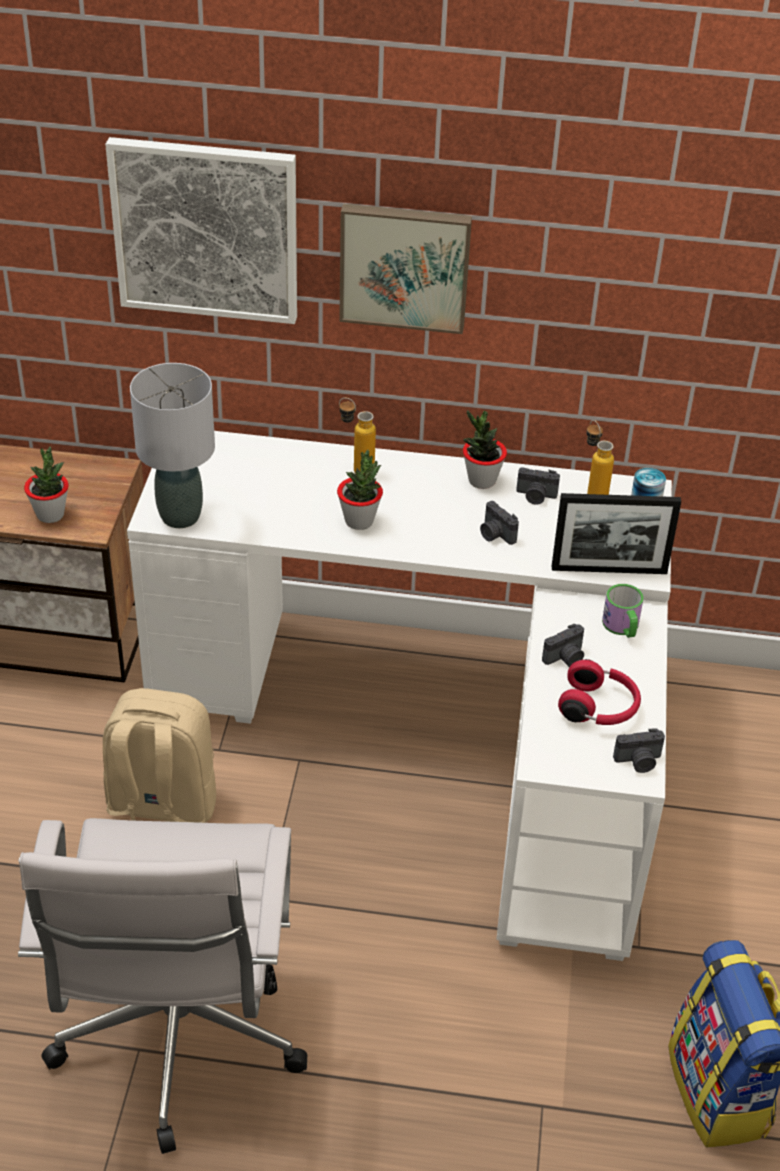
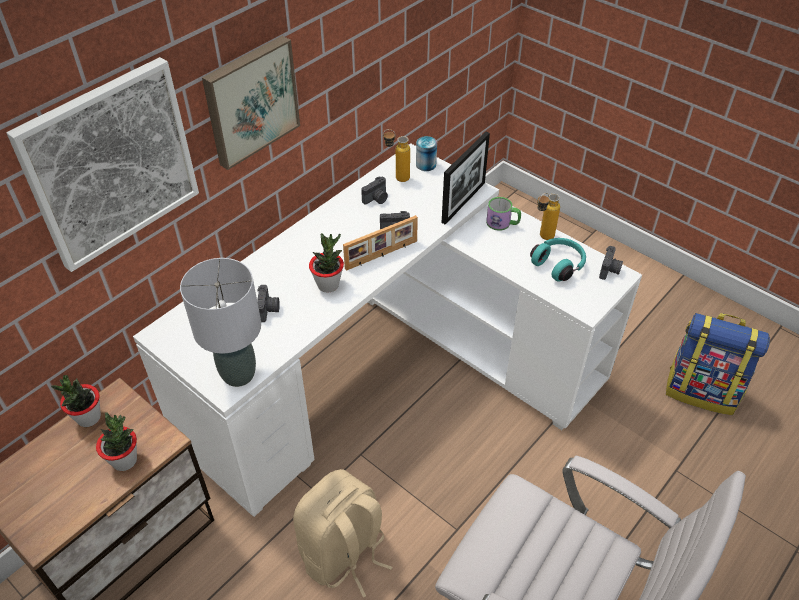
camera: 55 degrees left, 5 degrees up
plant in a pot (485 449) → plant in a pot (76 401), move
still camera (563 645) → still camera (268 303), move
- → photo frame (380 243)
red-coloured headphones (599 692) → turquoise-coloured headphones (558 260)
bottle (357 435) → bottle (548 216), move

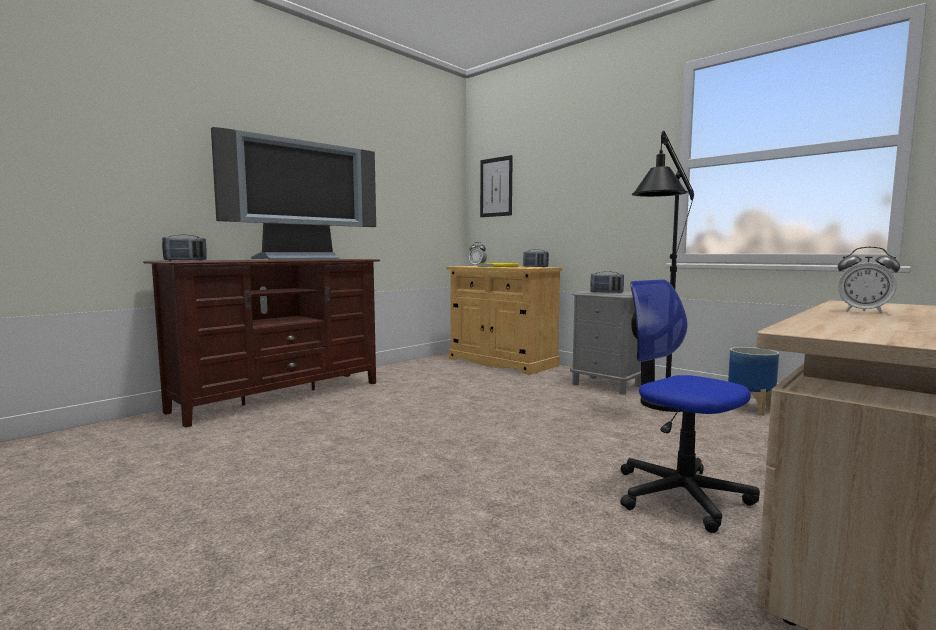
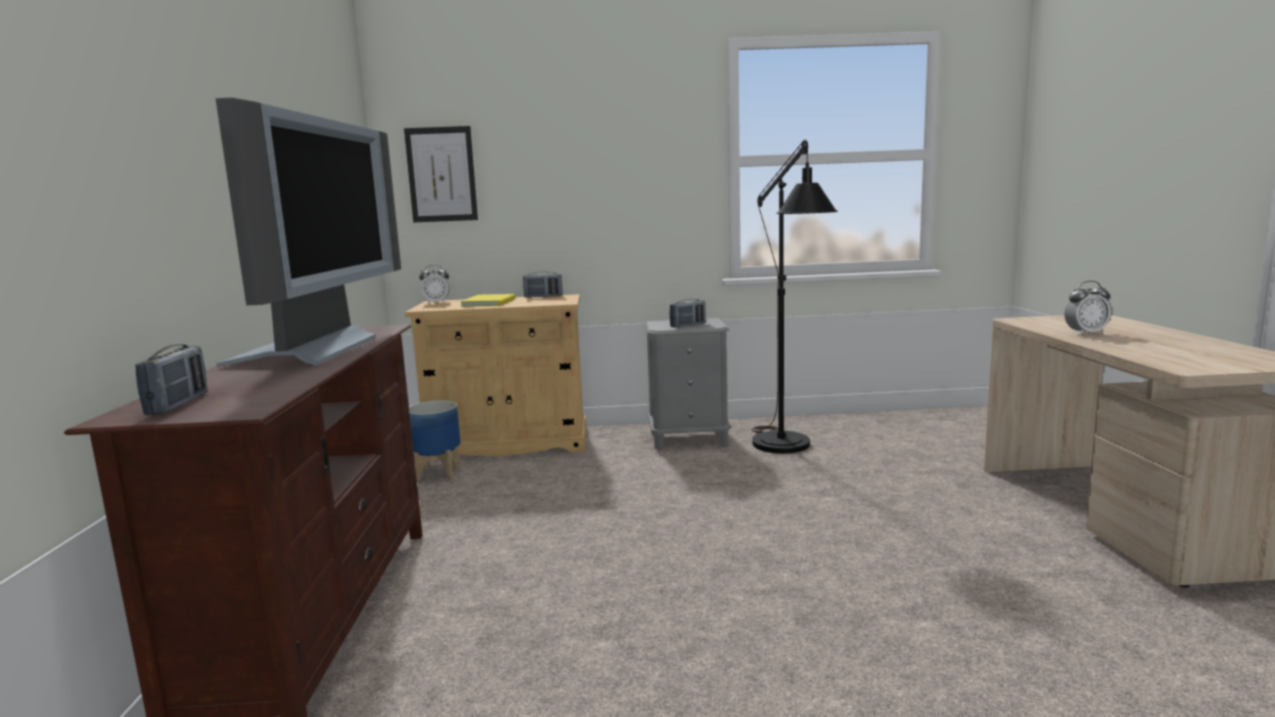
camera: 45 degrees left, 5 degrees up
flower pot (753 381) → flower pot (435 440), move
office chair (690 406) → -

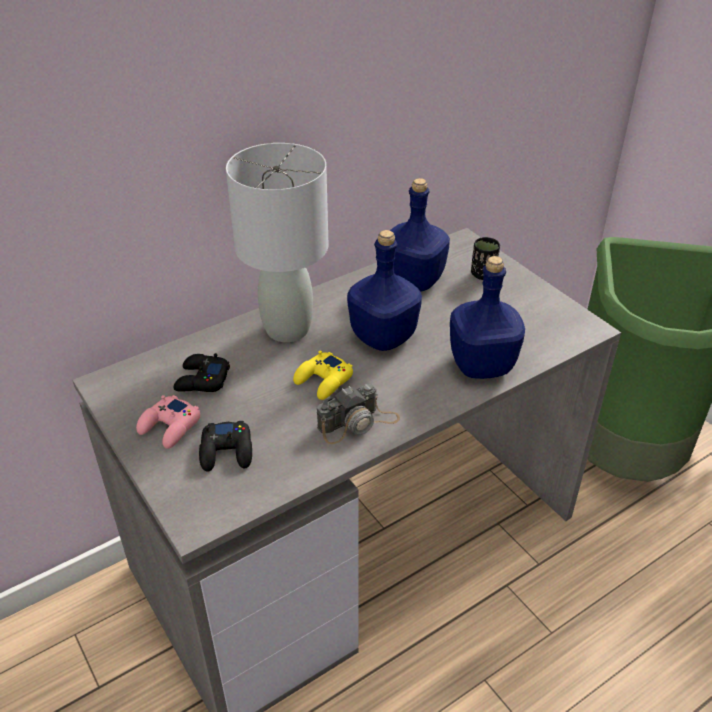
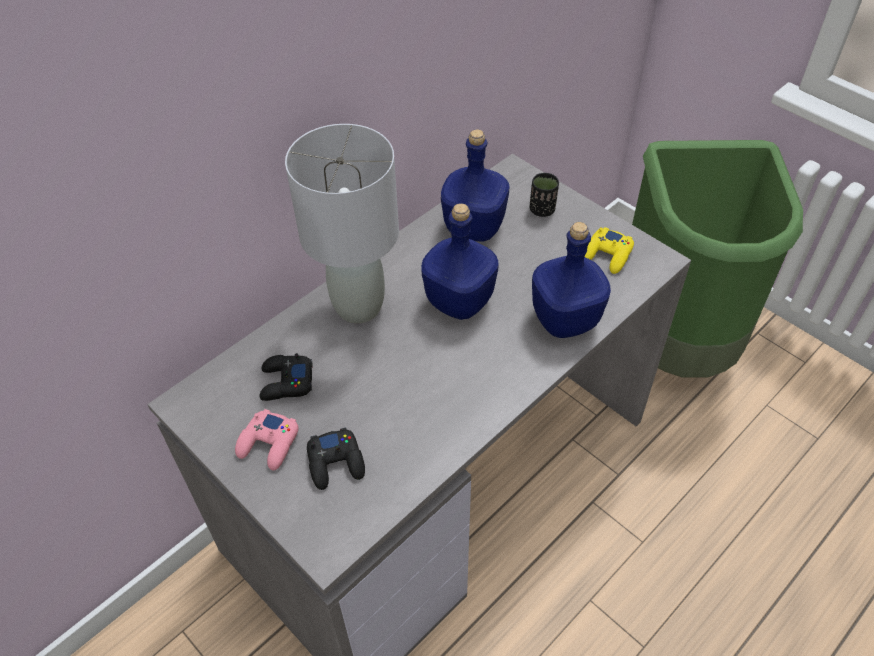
camera: 10 degrees left, 10 degrees up
yellow-coloured joypad (323 375) → yellow-coloured joypad (609 250), move
still camera (358 414) → -

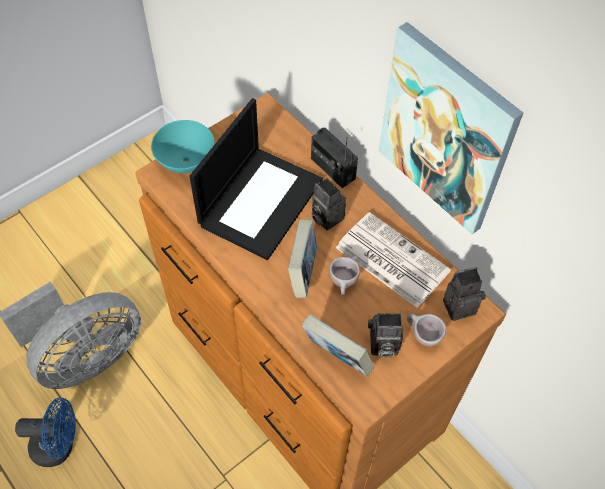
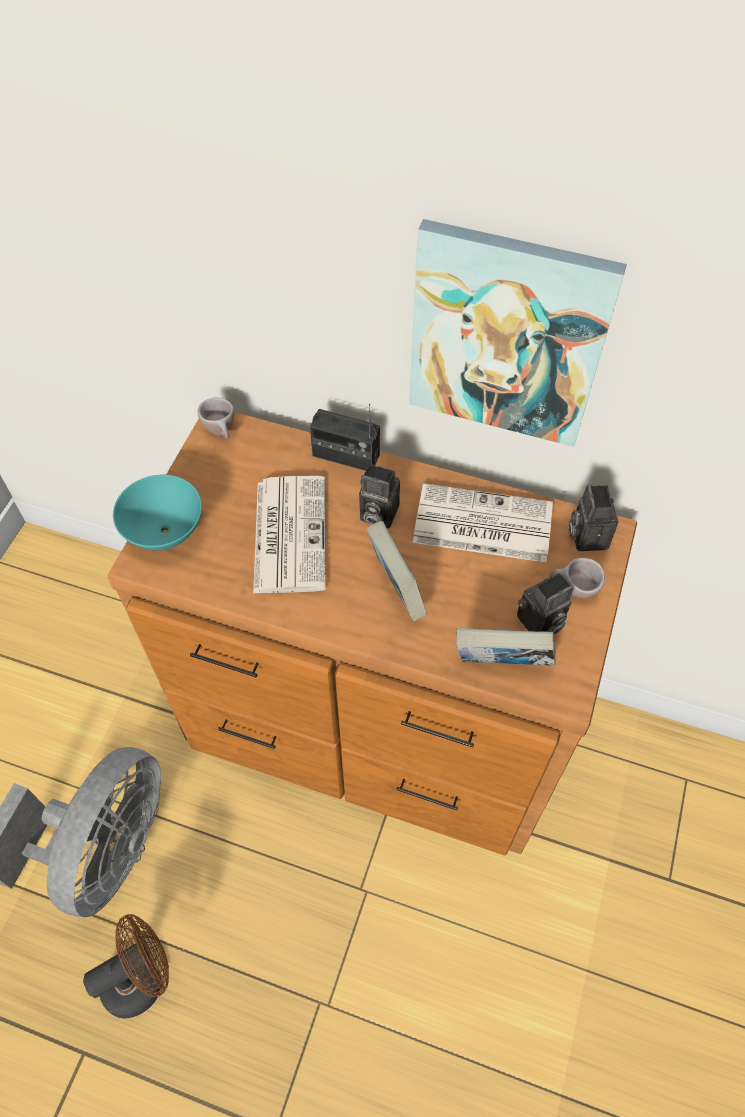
camera: 30 degrees left, 0 degrees up
bluish cooling fan (45 432) → brown-coloured cooling fan (126 966)
beige small cup (344 276) → beige small cup (216 418), move
laptop (256 179) → daily paper (289 535)
still camera (464 294) → still camera (593 517), 45 degrees counterclockwise

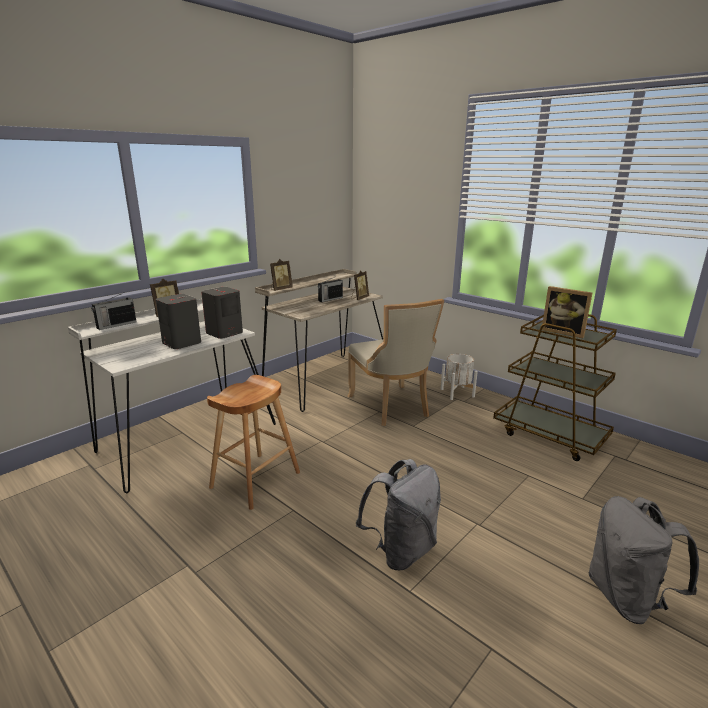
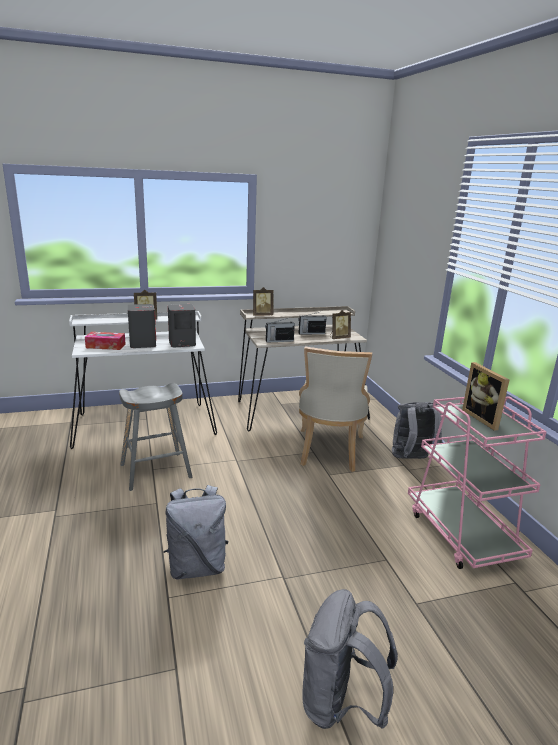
camera: 30 degrees right, 0 degrees up
- → tissue box (105 341)
brown-coloured stool (253 442) → gray stool (155 437)
radio (114 311) → radio (280 330), move
white-coloured flower pot (459 377) → gray knapsack (417 430)
brown-coloured cart (555 387) → pink cart (477 483)

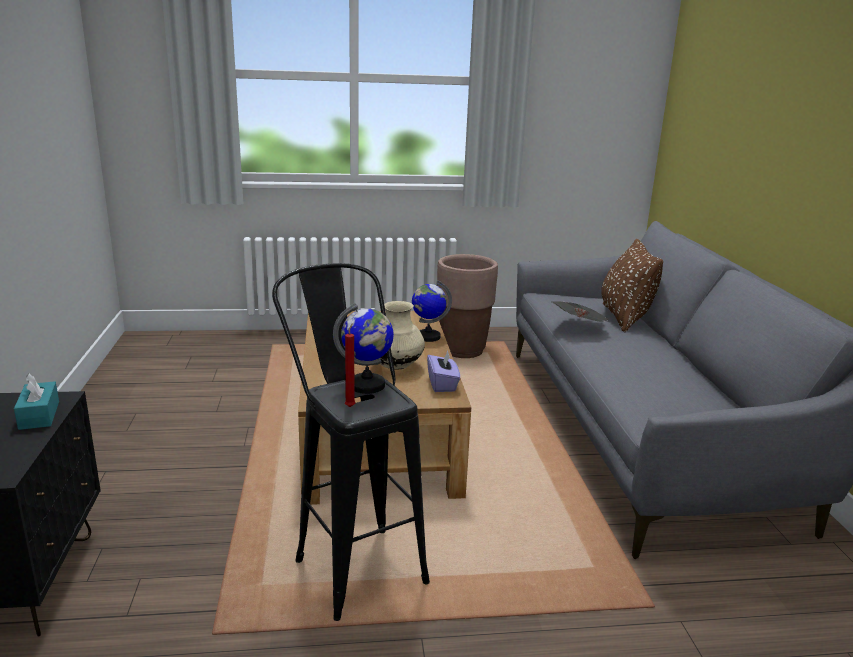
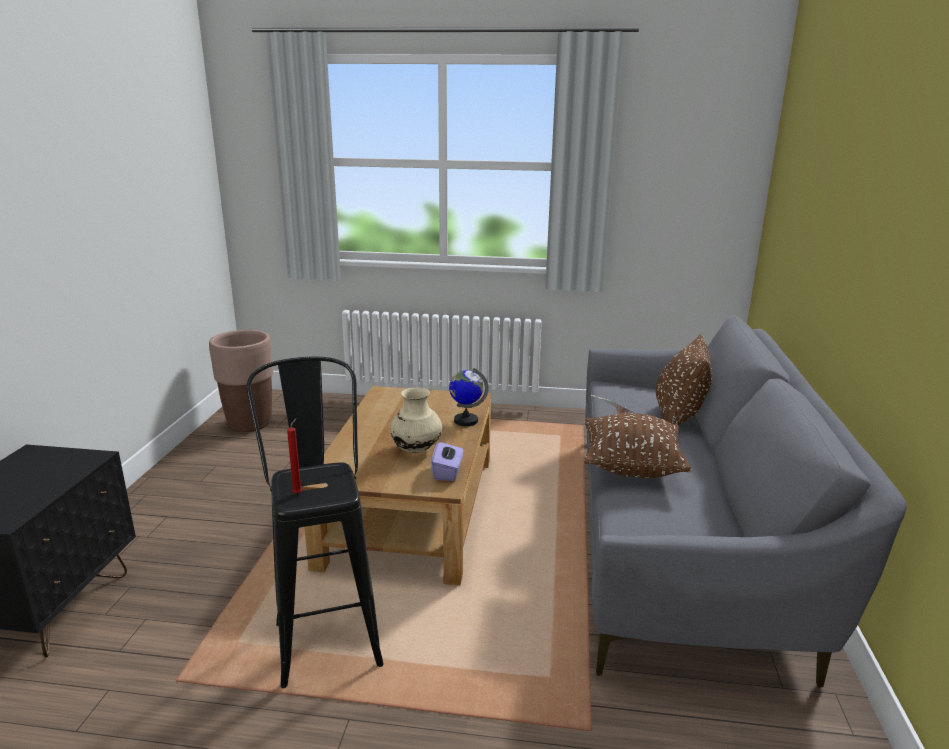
camera: 15 degrees right, 0 degrees up
brown-coloured flower pot (467 306) → brown-coloured flower pot (241 381), move
- → brown-coloured pillow (637 445)
turquoise-coloured tissue box (36 401) → -
world globe (363 348) → -

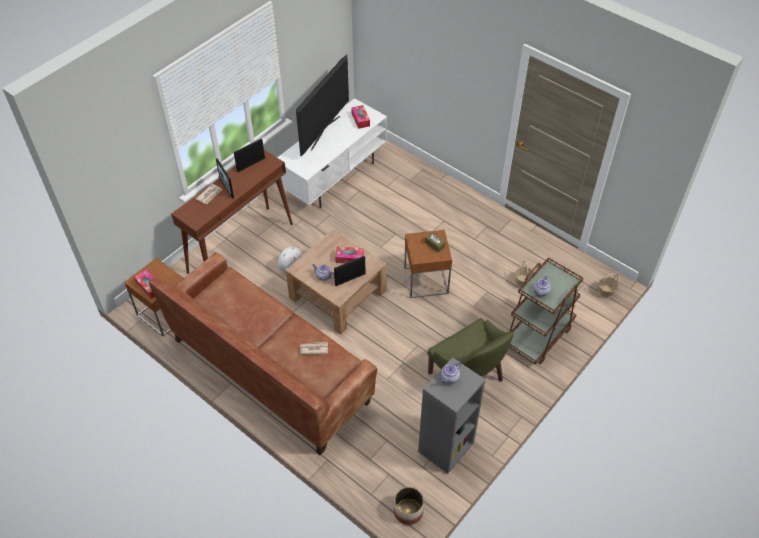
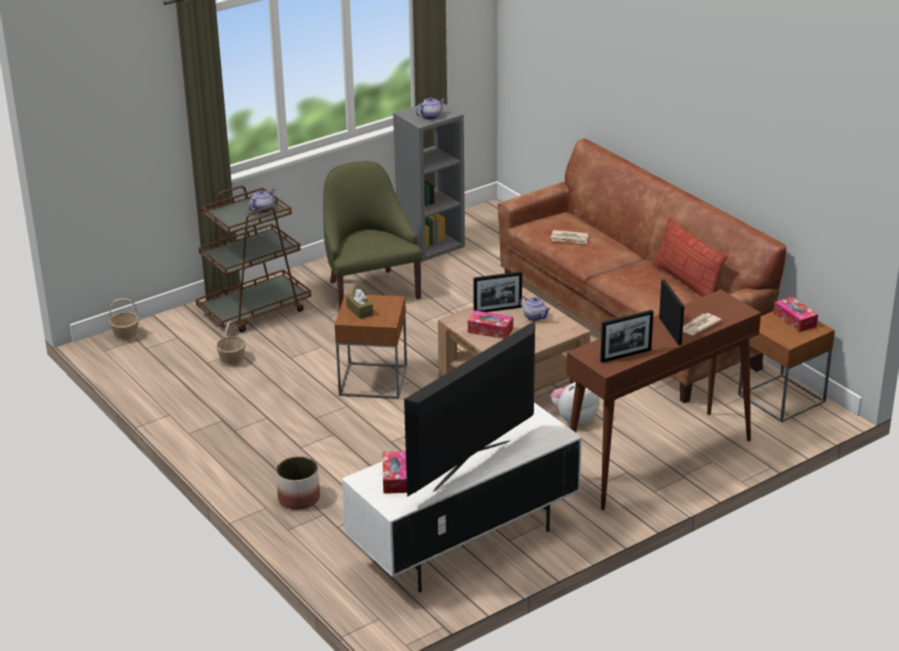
camera: 165 degrees left, 20 degrees down
flower pot (409 506) → flower pot (298 483), move
- → pillow (690 257)

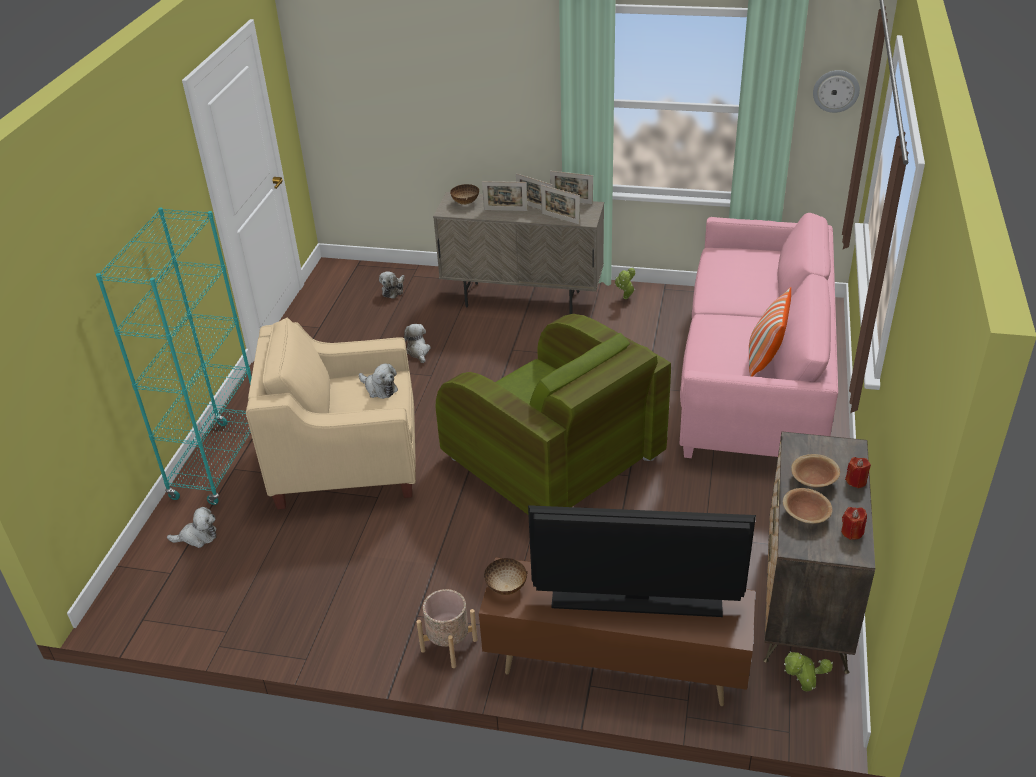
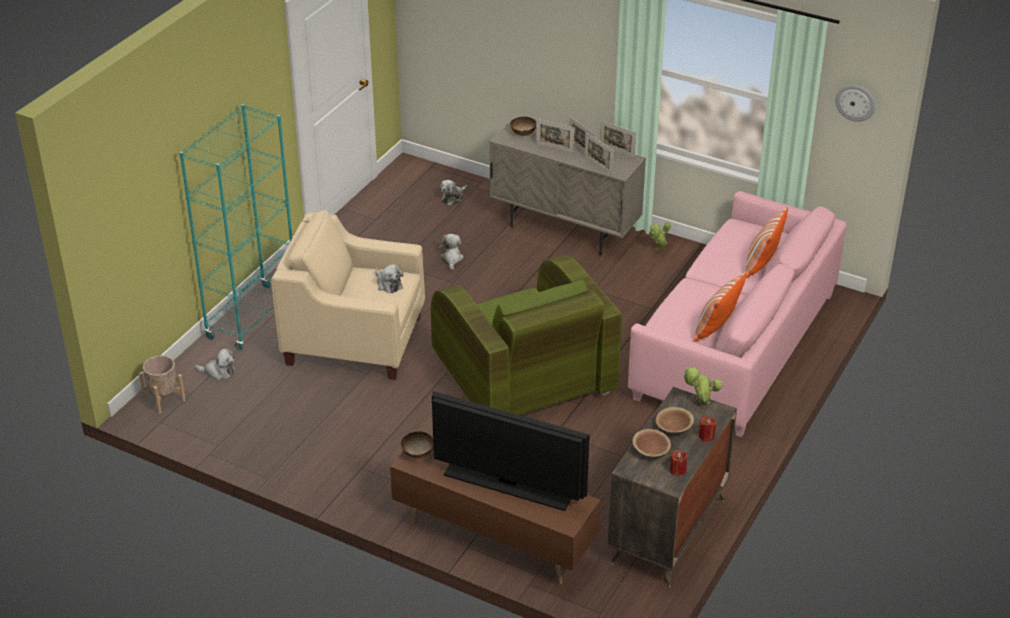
camera: 15 degrees right, 0 degrees up
beige flower pot (447 628) → beige flower pot (162 384), move
plant in a pot (808 671) → plant in a pot (703 385), move
- → pillow (766 242)

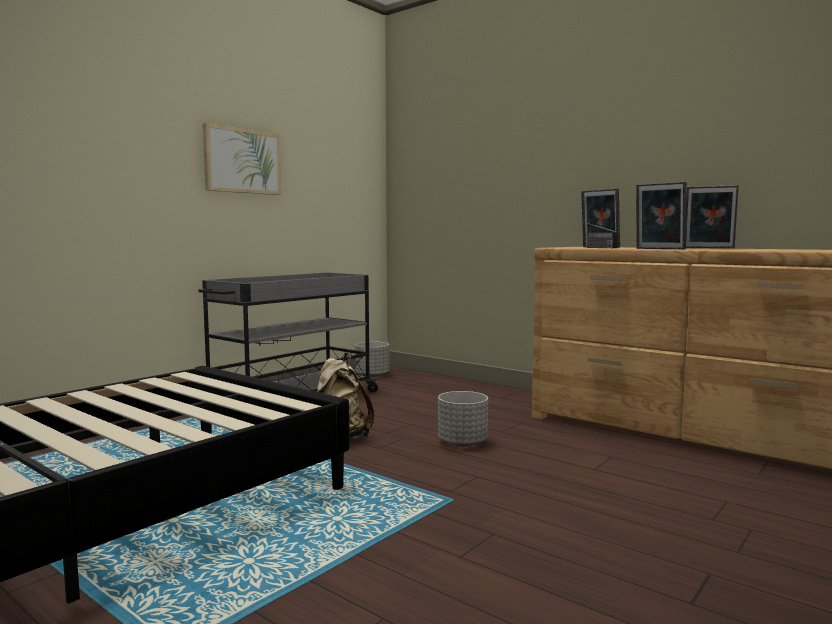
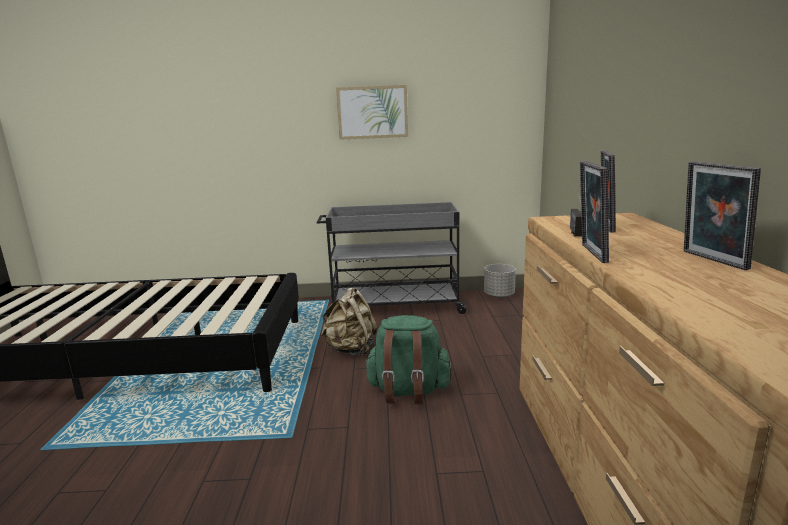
camera: 50 degrees right, 10 degrees up
gray flower pot (463 419) → green knapsack (408 359)

